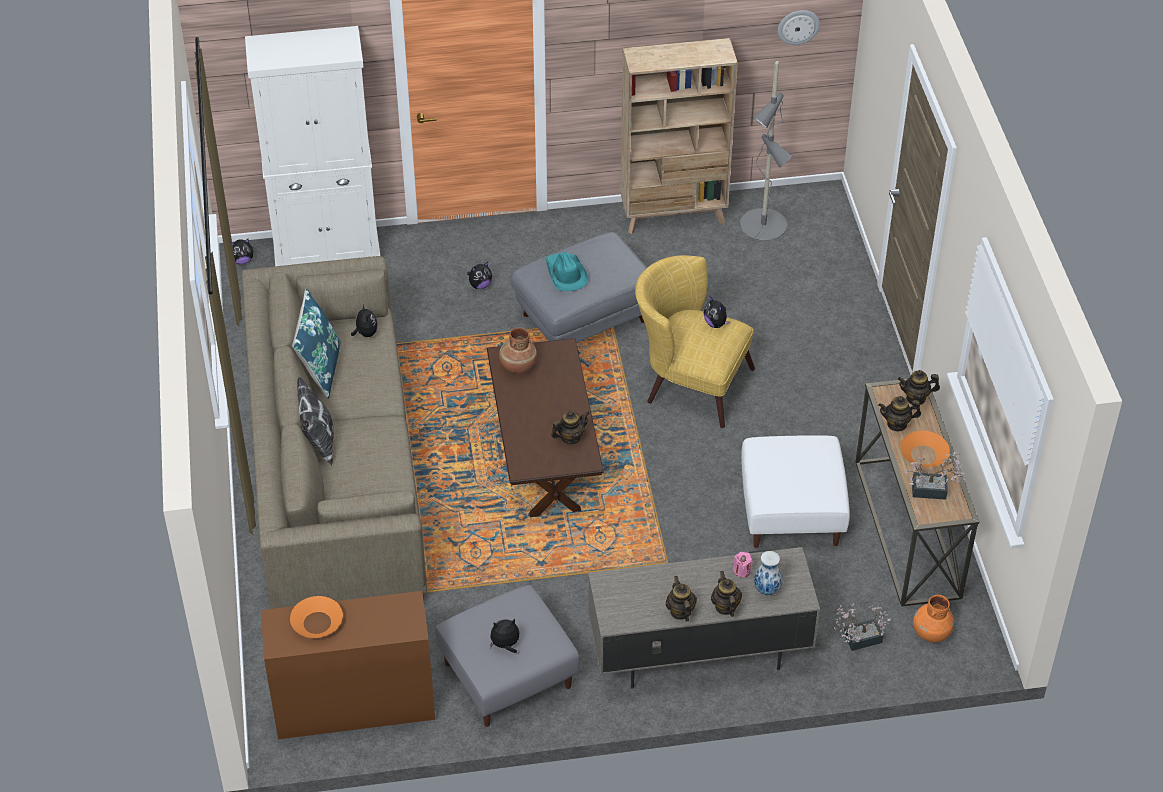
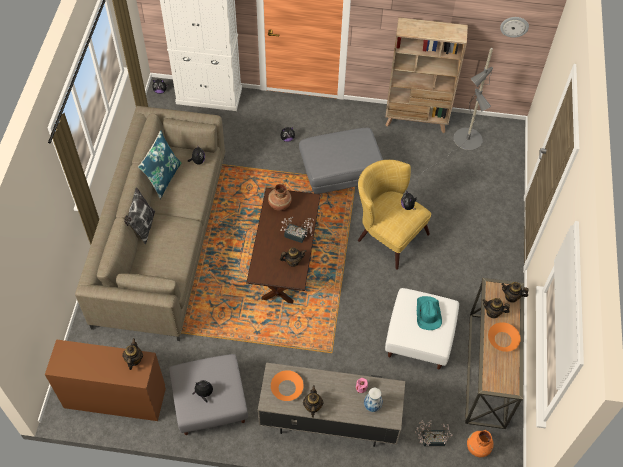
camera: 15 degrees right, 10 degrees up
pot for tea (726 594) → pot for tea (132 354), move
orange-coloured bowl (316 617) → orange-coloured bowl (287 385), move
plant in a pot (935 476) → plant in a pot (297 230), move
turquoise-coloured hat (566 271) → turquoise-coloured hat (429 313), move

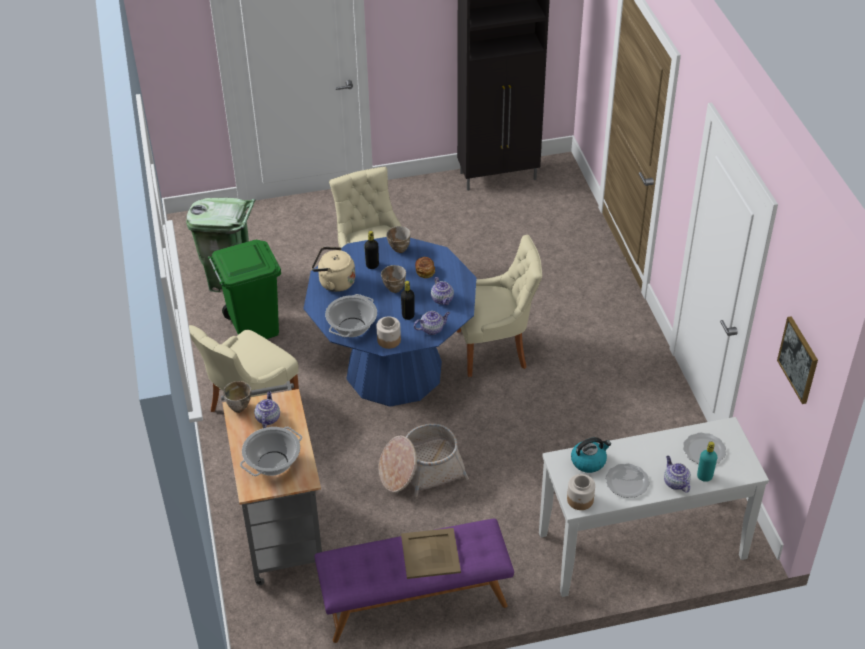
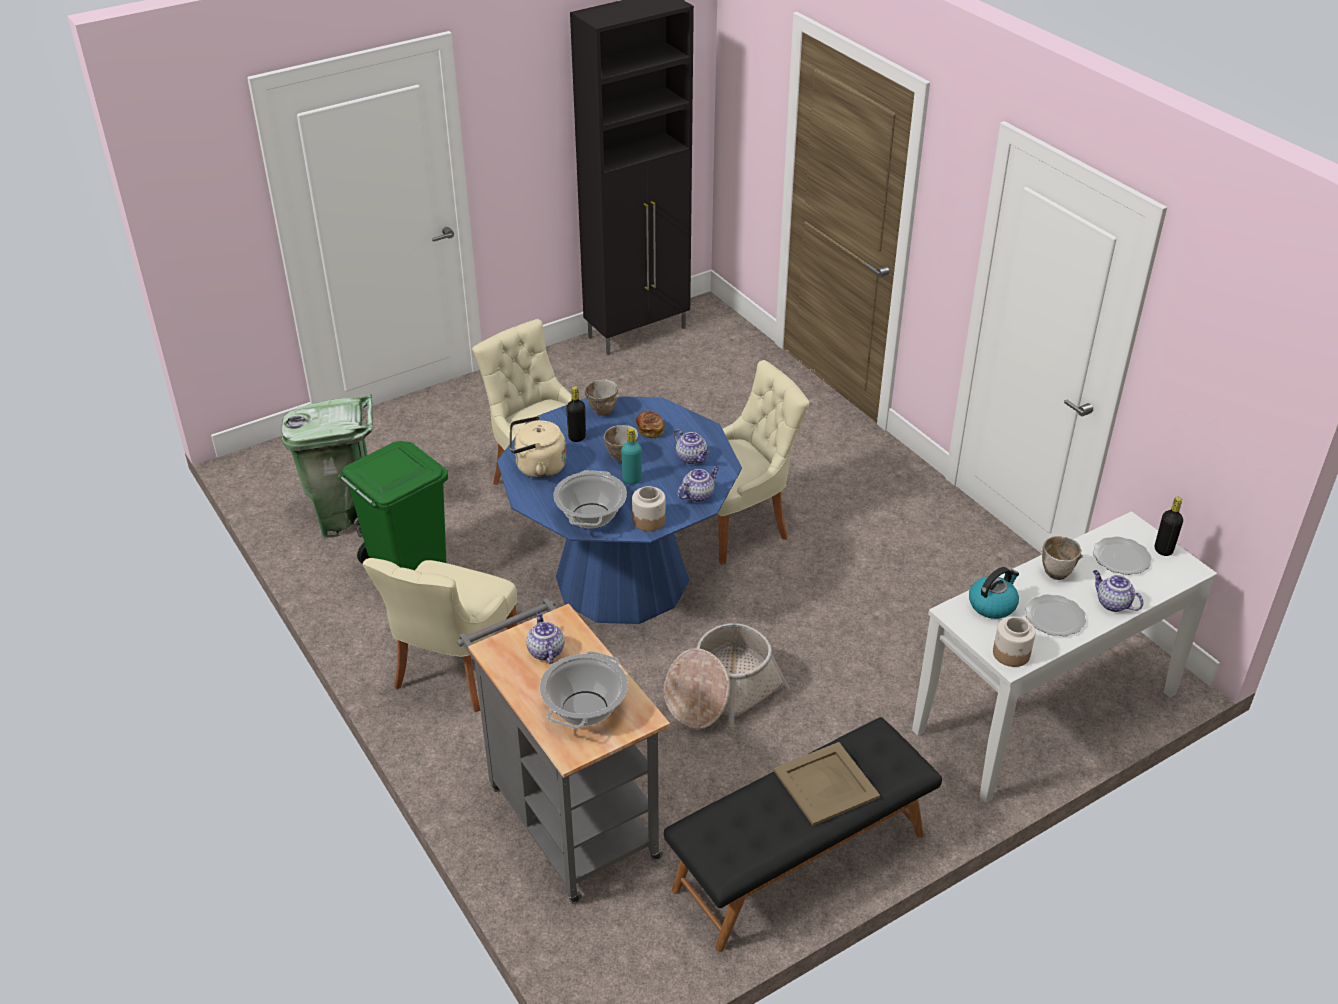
camera: 20 degrees left, 5 degrees down
turquoise-coloured bottle (707 462) → turquoise-coloured bottle (631 456), move
purple-coloured indoor bench (414 581) → blackish indoor bench (803 834)
bowl (237 397) → bowl (1061 558), move
blackish bottle (408 300) → blackish bottle (1169 526), move
wall art (797 360) → -

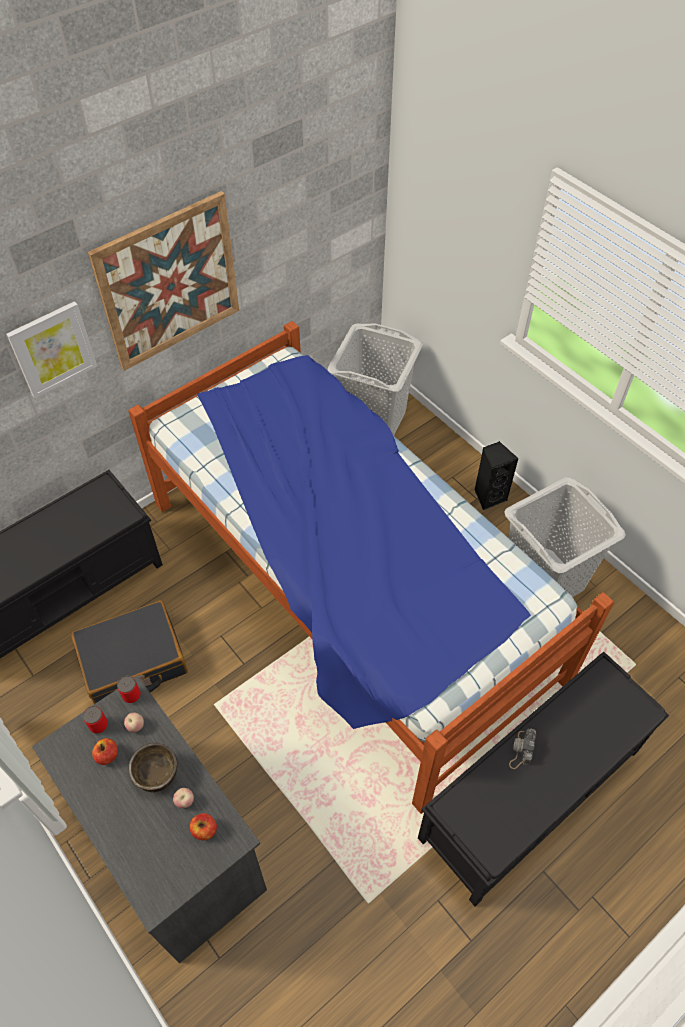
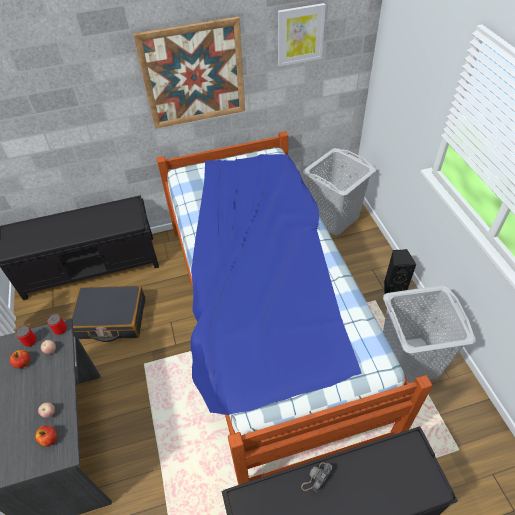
camera: 25 degrees right, 5 degrees down
wall art (51 349) → wall art (302 35), move
brown-coloured bowl (152 767) → -

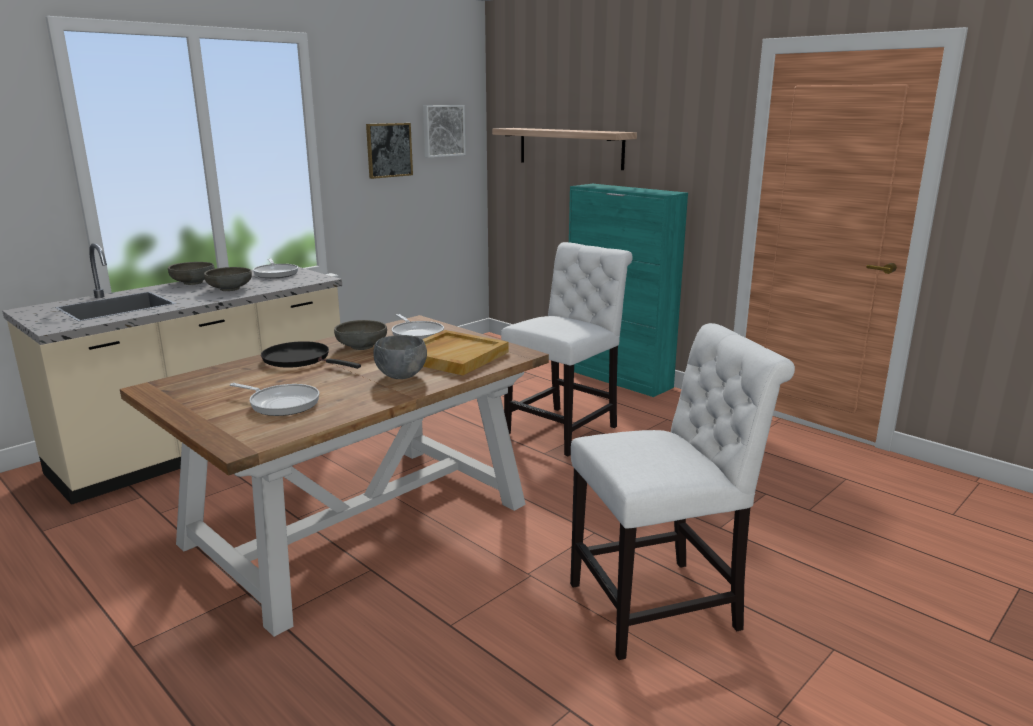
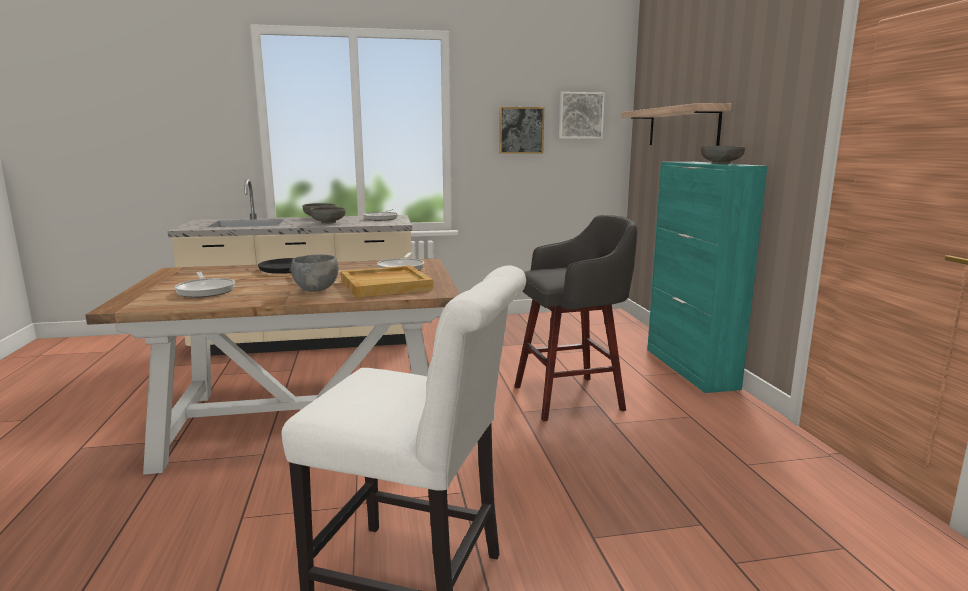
camera: 35 degrees right, 5 degrees down
white-coloured upright chair (567 349) → gray stool (575 318)
gray bowl (360 335) → gray bowl (723 155), move

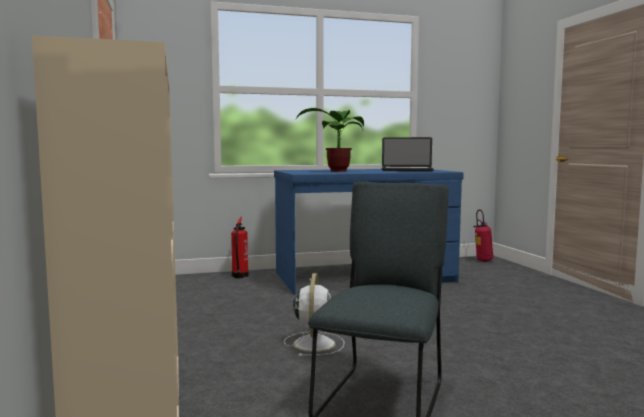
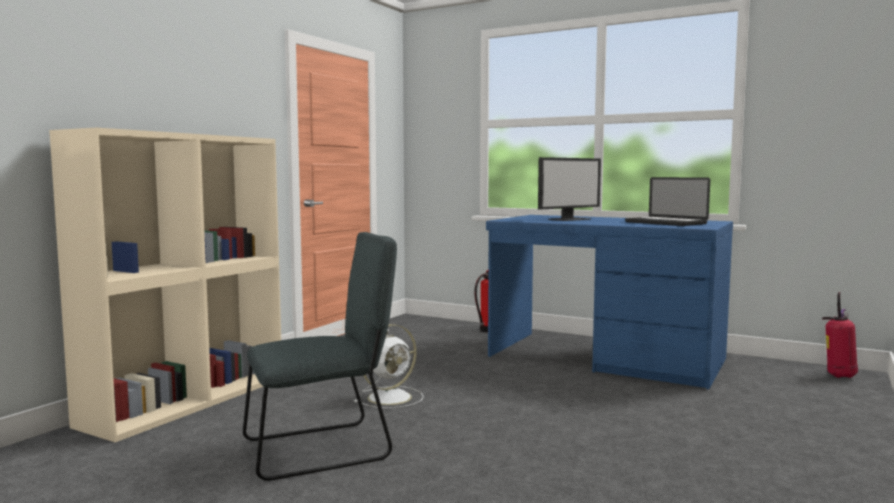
camera: 45 degrees right, 0 degrees up
plant in a pot (329 140) → computer display (569 189)

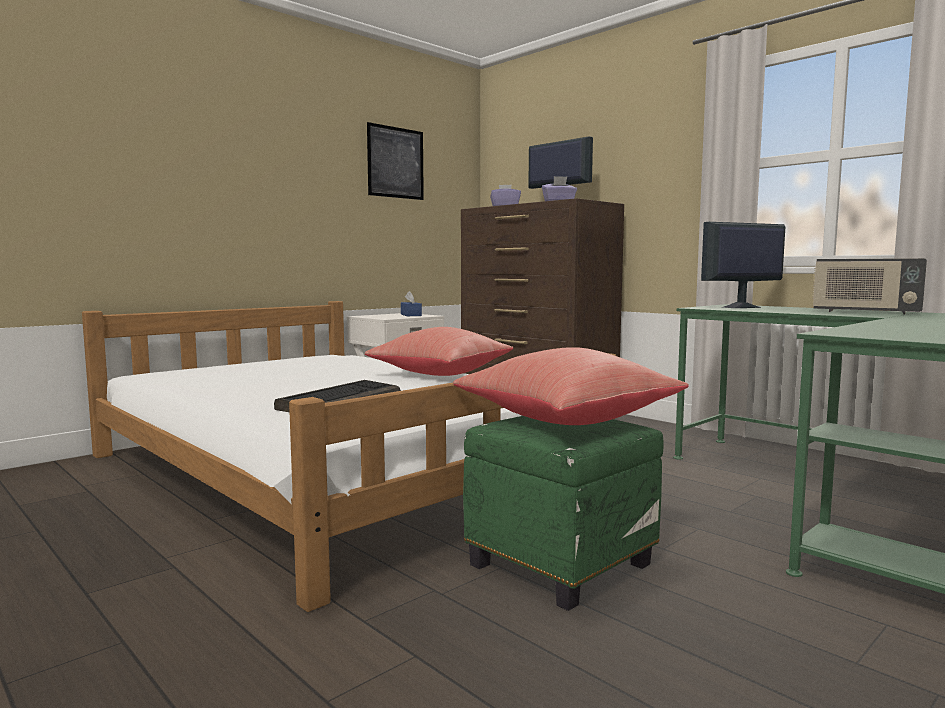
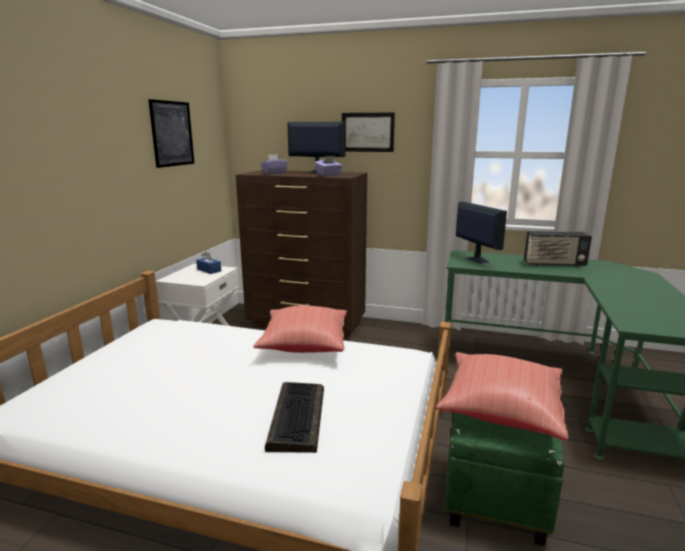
camera: 30 degrees left, 10 degrees up
- → wall art (368 132)
computer display (743 265) → computer display (481 232), 120 degrees clockwise

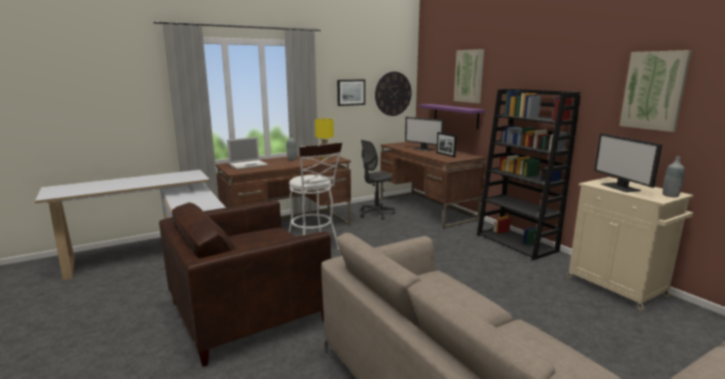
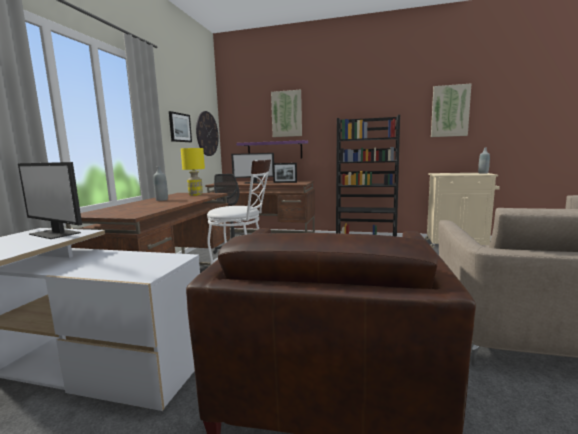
camera: 45 degrees left, 5 degrees down
computer display (628 162) → computer display (50 200), move
laptop (247 153) → -

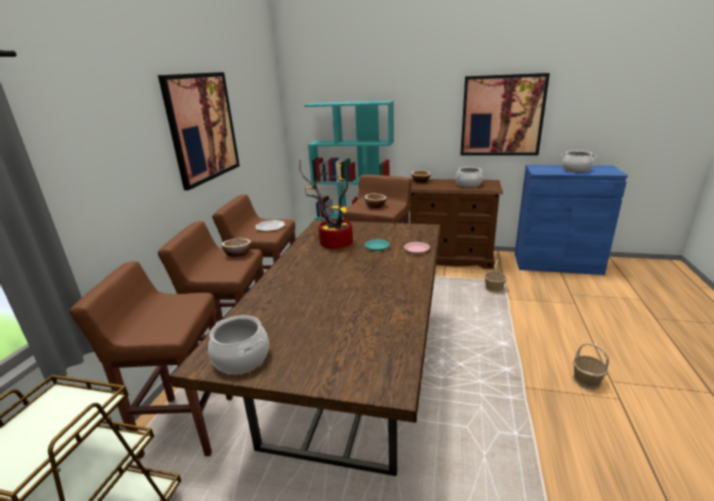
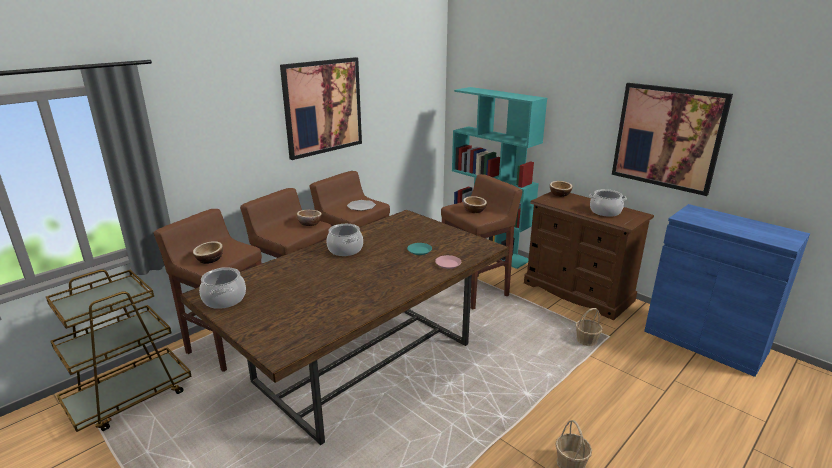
camera: 30 degrees right, 0 degrees up
- → bowl (208 252)
saucepot (579 161) → saucepot (344 240), move
plant in a pot (326 204) → -

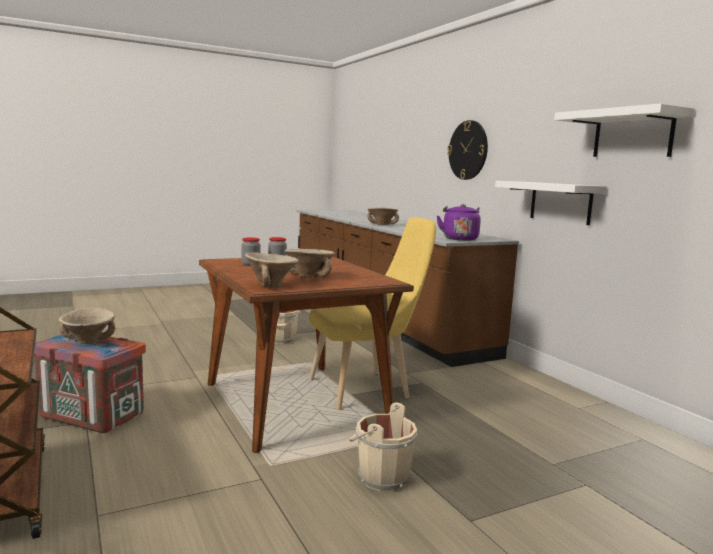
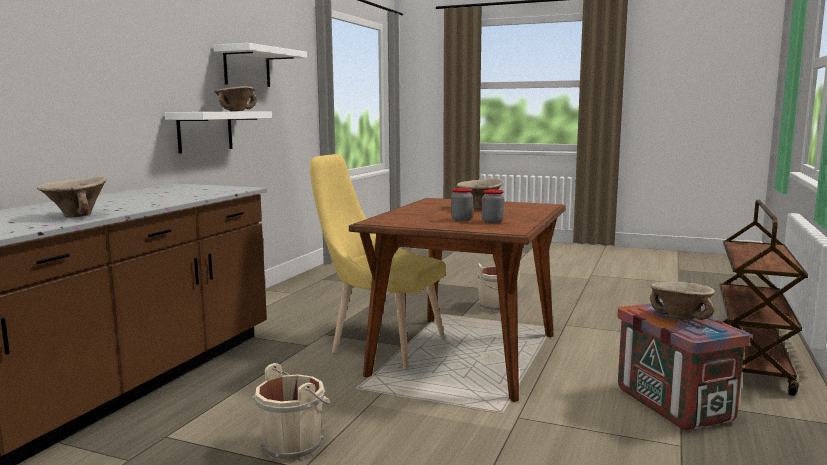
camera: 130 degrees left, 0 degrees up
beige bowl (272 269) → beige bowl (235 98), move
purple-coloured kettle (459 222) → -
clock on the wall (467 150) → -

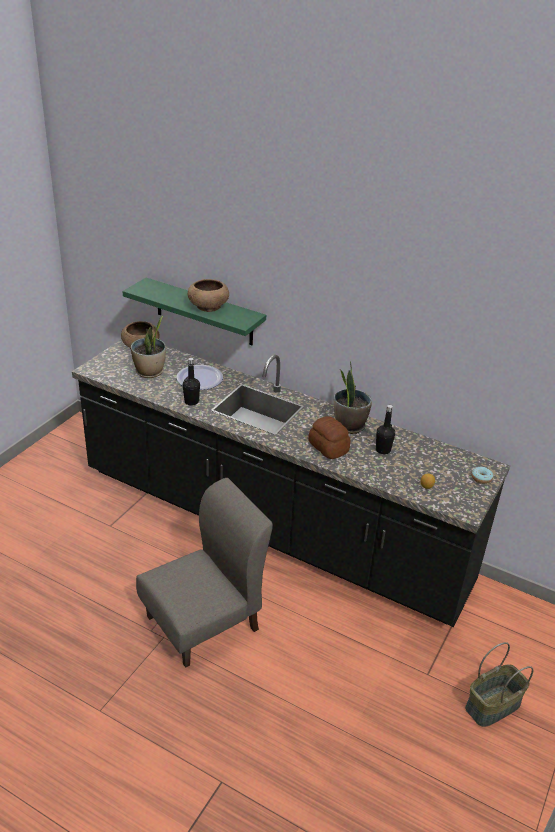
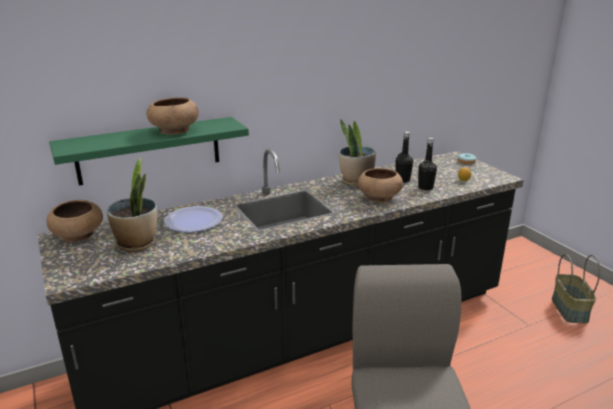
camera: 55 degrees left, 10 degrees down
bread (329 437) → brown-coloured bowl (380 185)
blackish bottle (191 382) → blackish bottle (427 164), move

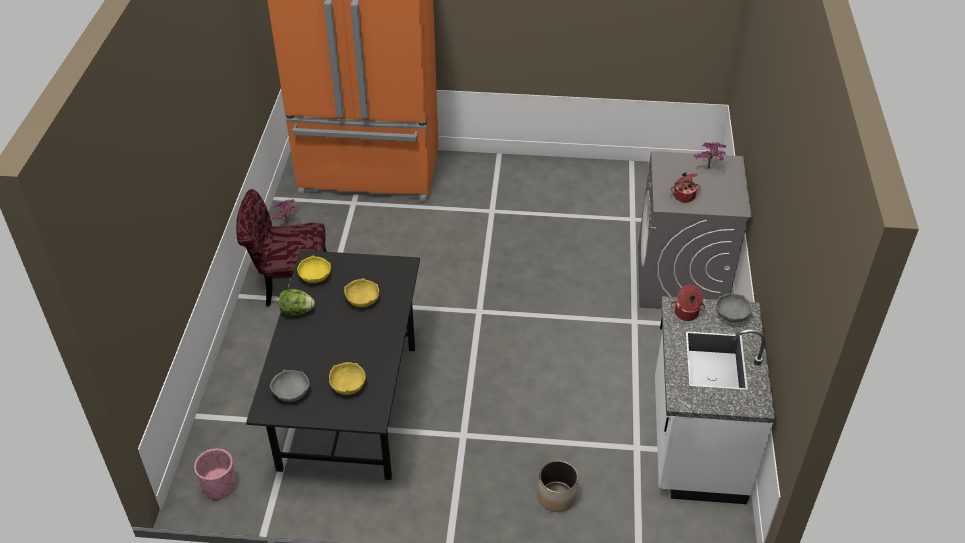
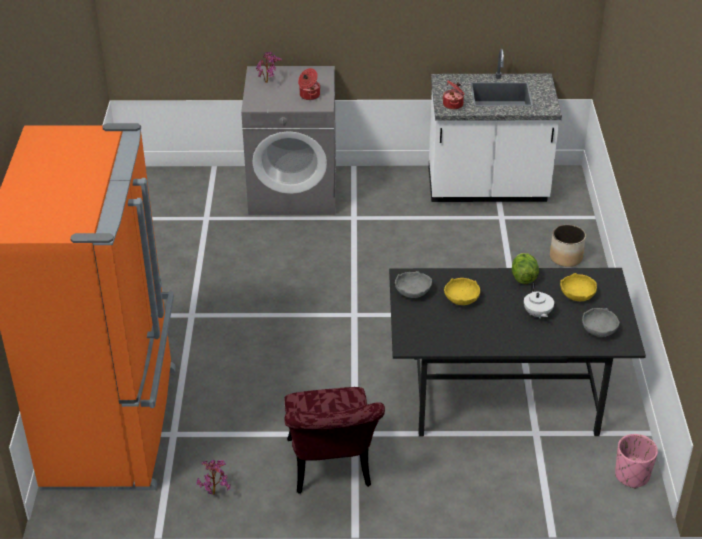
camera: 95 degrees left, 5 degrees down
gray bowl (734 308) → gray bowl (413 284), move
head of lettuce (297 302) → head of lettuce (525 268), move
- → white-coloured pot for tea (539 301)
yellow-coloured bowl (314 269) → -

